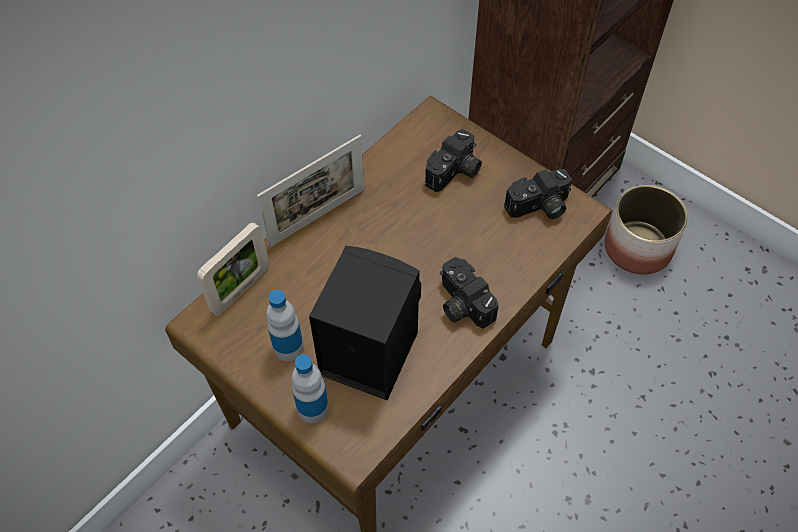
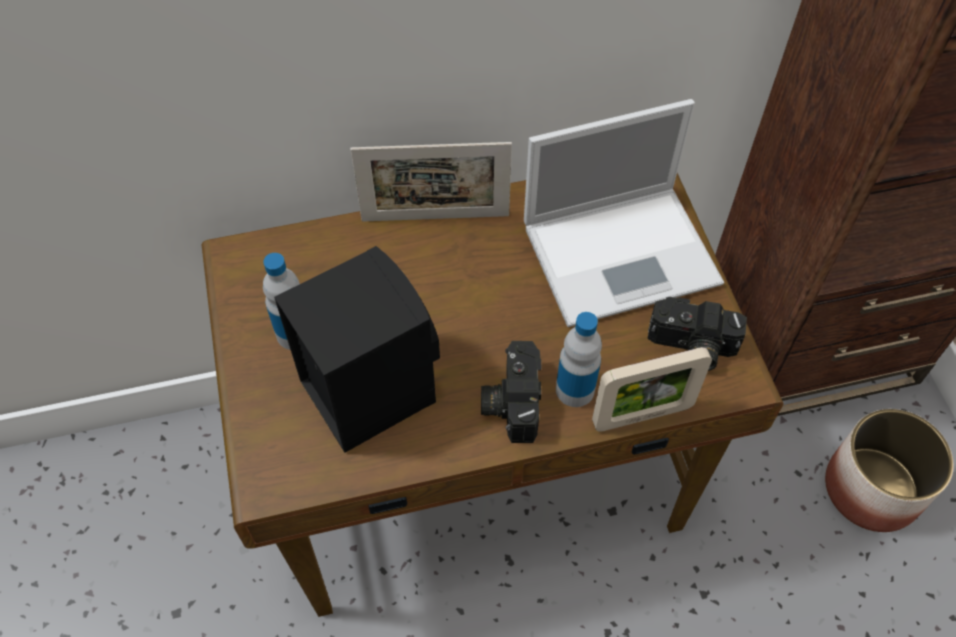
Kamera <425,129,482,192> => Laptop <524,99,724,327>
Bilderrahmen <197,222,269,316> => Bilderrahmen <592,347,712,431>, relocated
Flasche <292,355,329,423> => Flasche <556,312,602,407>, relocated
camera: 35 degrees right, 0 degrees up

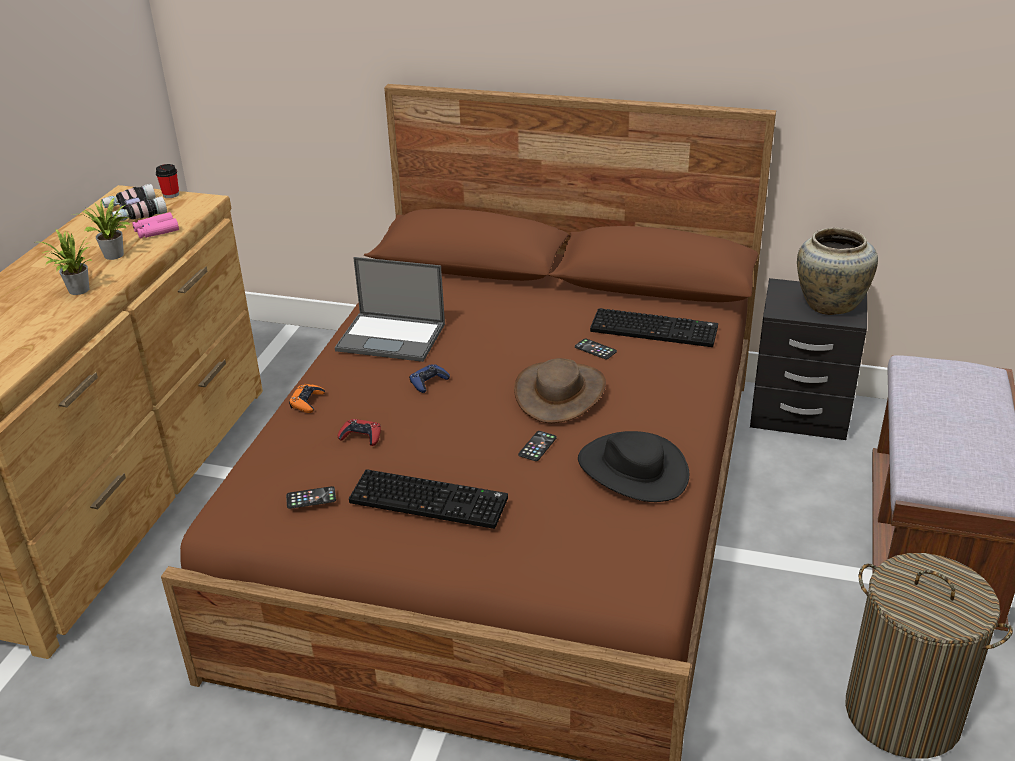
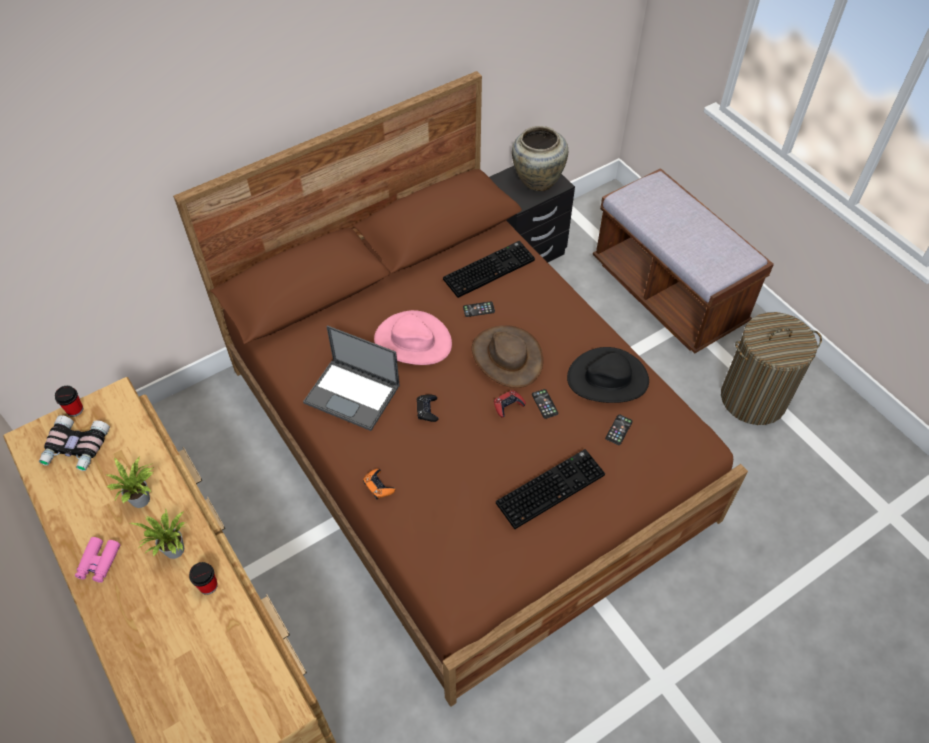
Fernglas (rosa) <132,212,179,239> => Fernglas (rosa) <75,537,120,583>, relocated
Laptop <335,257,445,362> => Laptop <303,325,400,431>, 60 degrees clockwise
Gamepad (blau) <409,364,450,393> => Gamepad (schwarz) <417,394,439,422>
Gamepad (rot) <338,419,381,446> => Gamepad (rot) <494,390,526,417>, relocated
Handy <286,486,336,509> => Handy <605,414,633,445>, relocated
nothing => Hut (rosa) <374,310,452,365>
nothing => Tasse <189,562,218,595>
camera: 50 degrees left, 20 degrees up

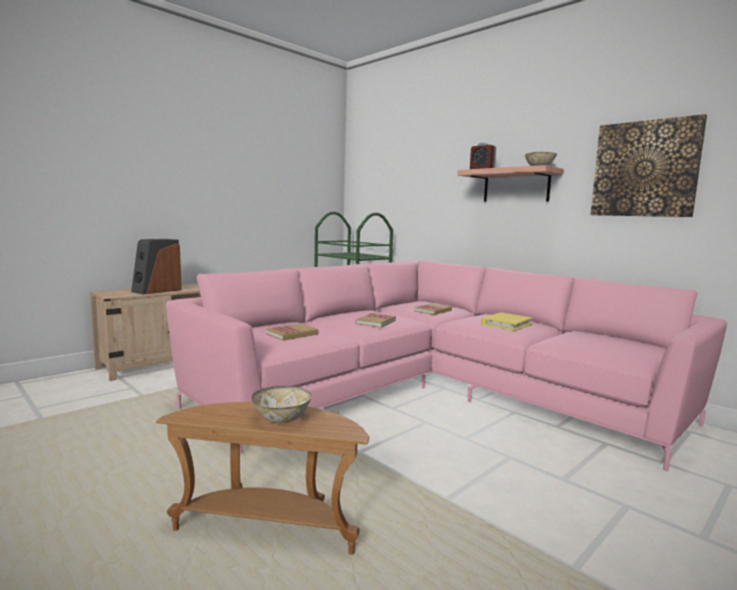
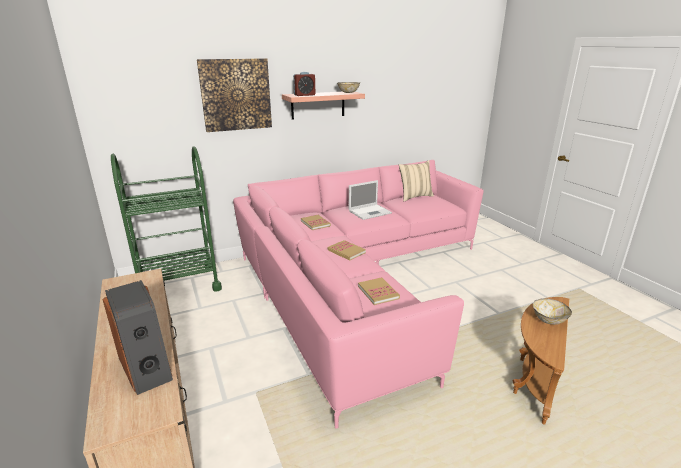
Bild <591,114,707,217> => Bild <197,58,272,132>, relocated
Buch (gelb) <481,312,533,331> => Laptop <349,180,392,220>
nothing => Kissen (beige) <399,160,434,202>
camera: 70 degrees left, 15 degrees up

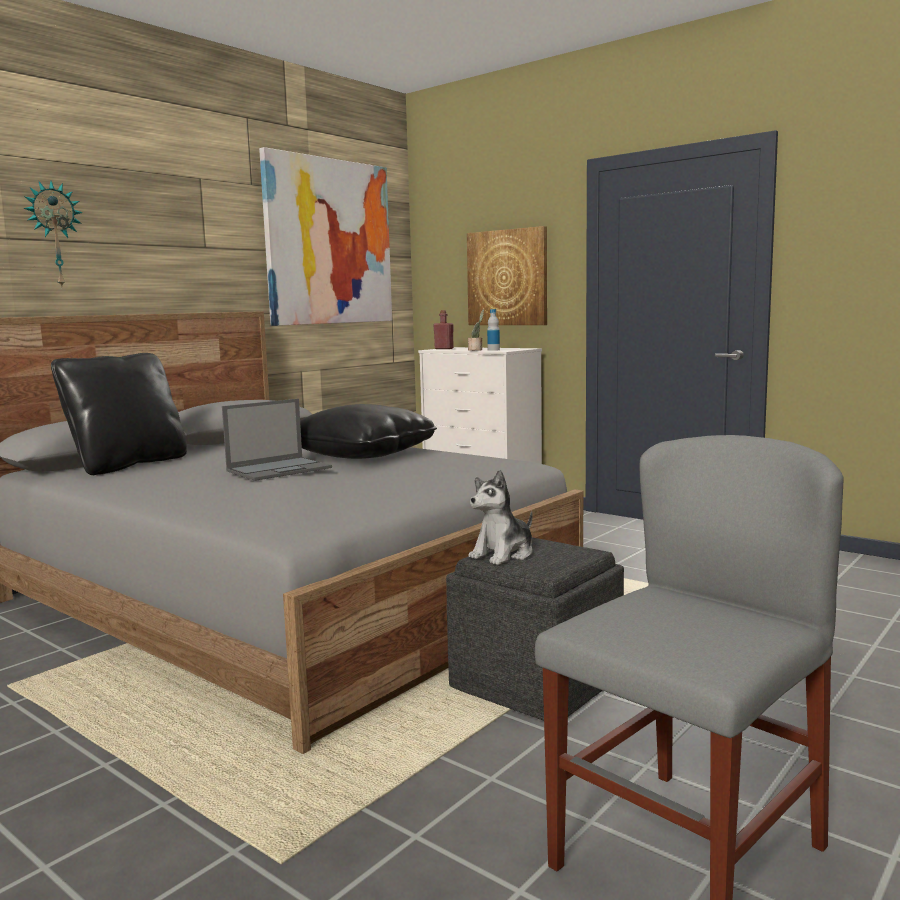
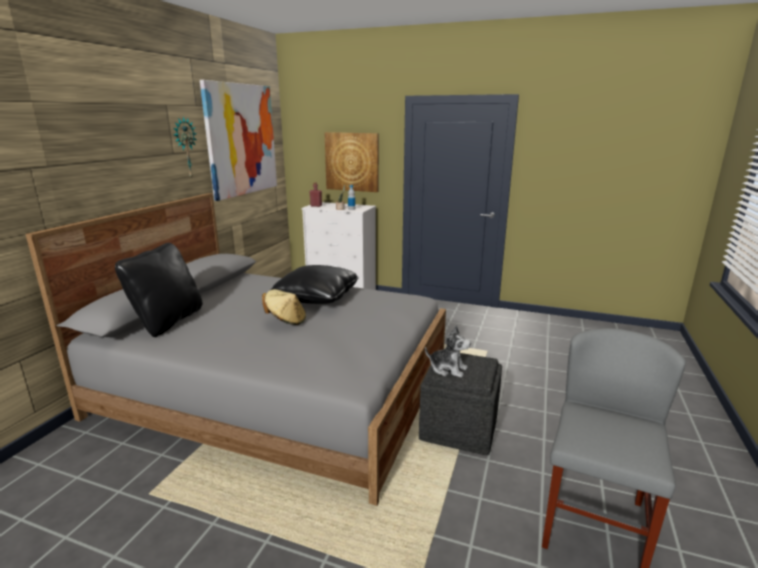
Wanduhr <24,181,82,289> => Wanduhr <173,117,197,179>, relocated
Laptop <222,399,332,481> => Hut (beige) <262,289,306,325>
Plüschtier <468,470,533,565> => Plüschtier <425,325,471,378>, 90 degrees counterclockwise
camera: 20 degrees left, 10 degrees up

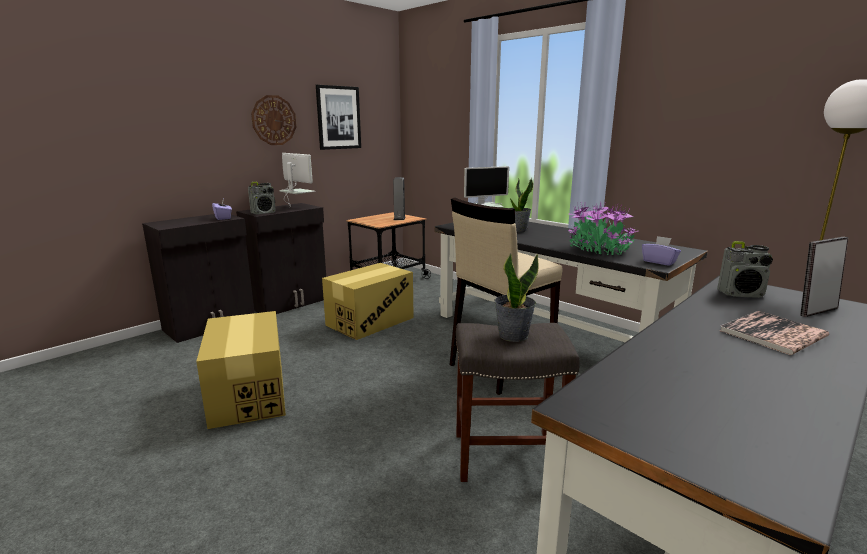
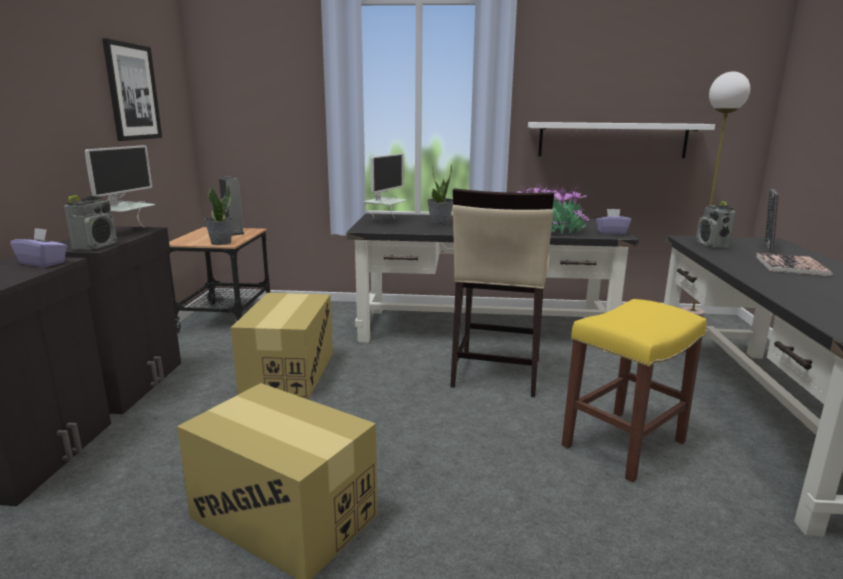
Wanduhr <251,95,296,145> => nothing
Monitor <279,153,315,208> => Monitor <85,145,155,228>, 105 degrees clockwise
Radio <717,241,773,298> => Radio <696,201,736,248>, 120 degrees clockwise
Topfpflanze <494,253,539,342> => Topfpflanze <204,185,233,245>, relocated
Hocker (grau) <456,323,580,482> => Hocker (gelb) <562,299,706,483>
nothing => Wandregal (weiß) <528,122,715,158>
camera: 40 degrees left, 0 degrees up

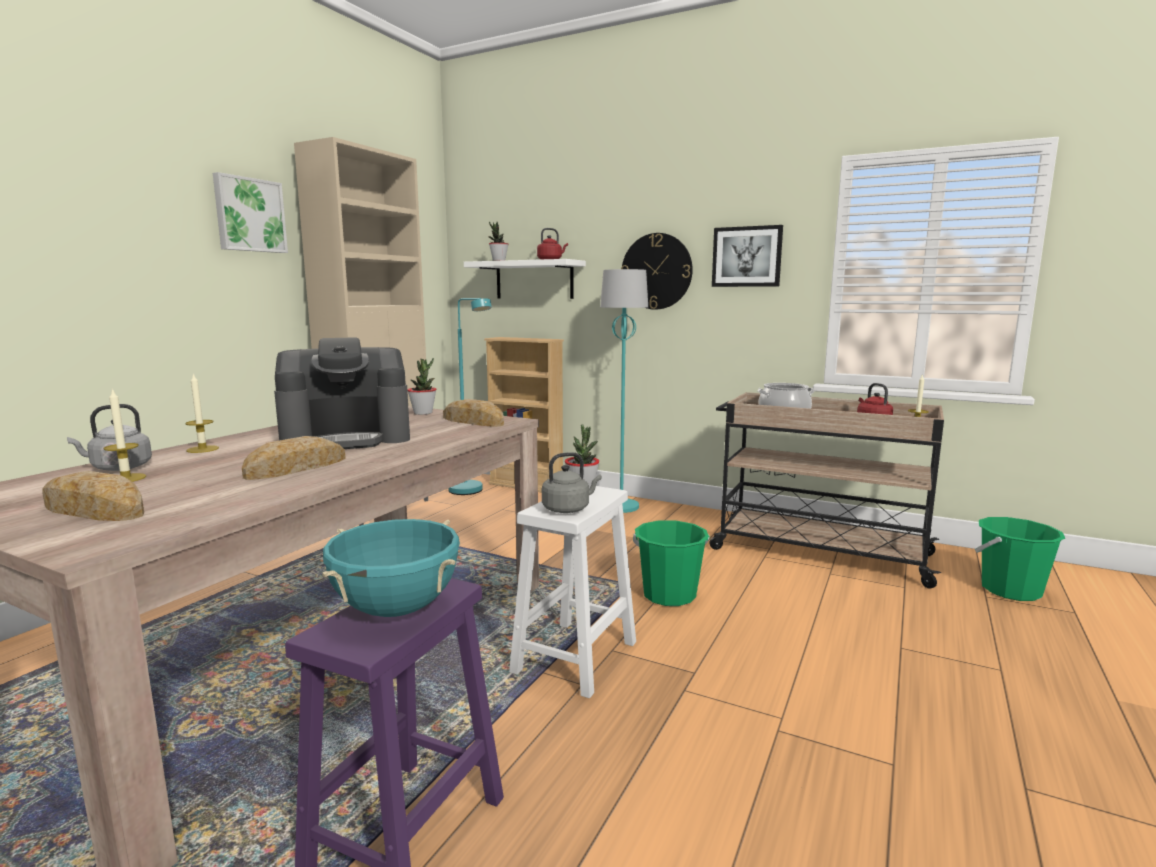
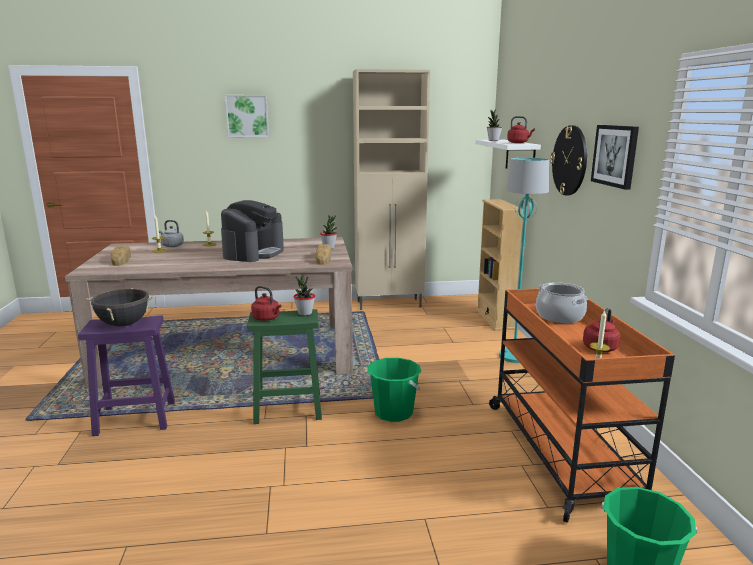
Bild <213,172,288,253> => Bild <225,95,269,137>, relocated
Stehlampe (türkis) <448,298,492,495> => nothing
Kaffeemaschine <274,337,410,449> => Kaffeemaschine <221,200,284,262>, 105 degrees counterclockwise
Rollwagen (beige) <709,392,944,589> => Rollwagen (orange) <489,288,675,523>
Brot <242,436,346,480> => nothing
Wasserkessel (grau) <542,452,602,513> => Wasserkessel (rot) <251,286,281,321>
Hocker (weiß) <509,486,636,699> => Hocker (grün) <247,309,322,424>
Kochtopf (türkis) <322,519,460,617> => Kochtopf (schwarz) <86,288,154,326>
camera: 55 degrees right, 5 degrees up

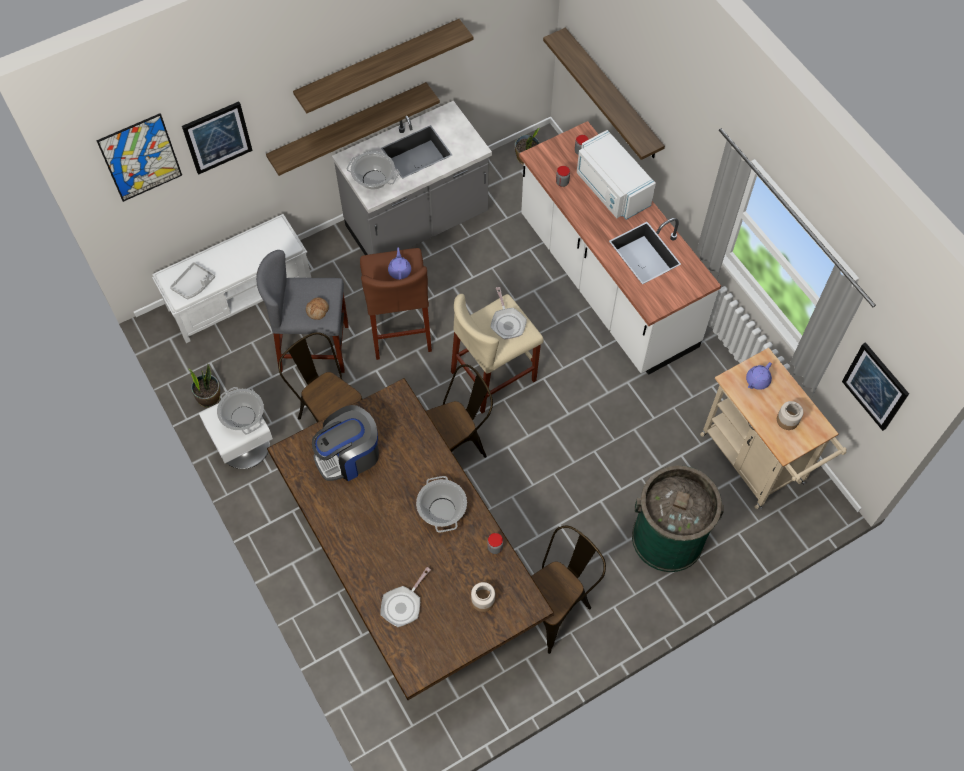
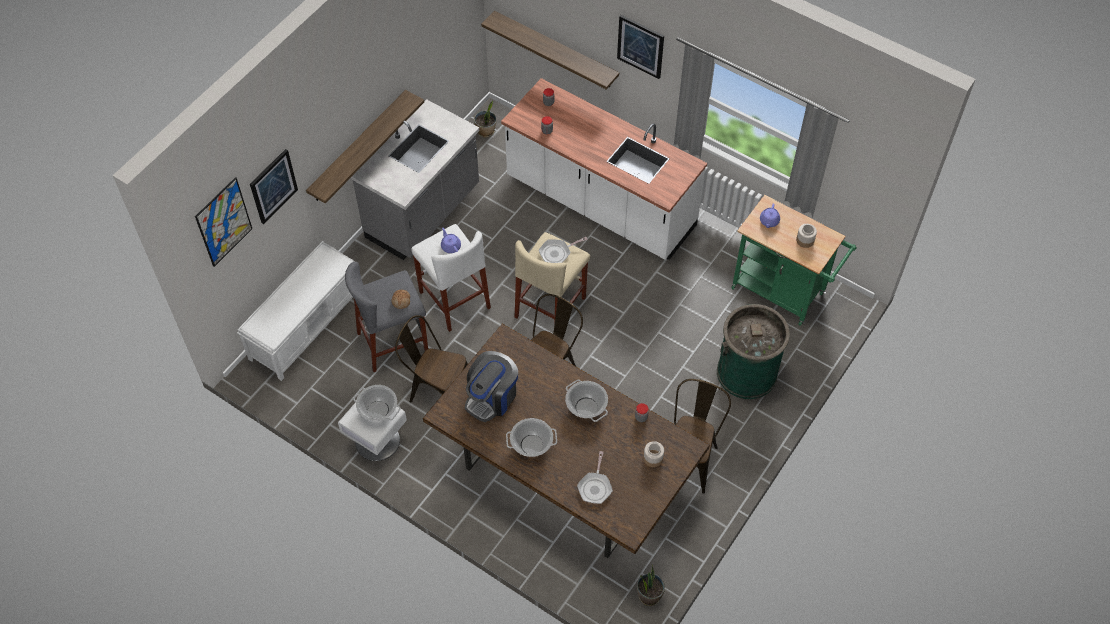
Wandregal <293,19,473,113> => nothing
Mikrowelle (weiß) <577,130,656,220> => nothing
Kochtopf <347,151,399,190> => Kochtopf <506,418,557,457>, relocated
Hocker (braun) <360,248,432,360> => Hocker (weiß) <411,224,491,332>
Tablett (grau) <170,262,215,300> => nothing
Pfanne <491,287,527,340> => Pfanne <539,237,588,263>, 105 degrees clockwise
Bild <842,342,909,431> => Bild <617,15,664,79>, relocated
Rollwagen (beige) <700,348,847,509> => Rollwagen (grün) <731,195,856,326>
Topfpflanze <188,364,220,408> => Topfpflanze <637,566,665,606>, relocated
camera: 25 degrees left, 5 degrees down

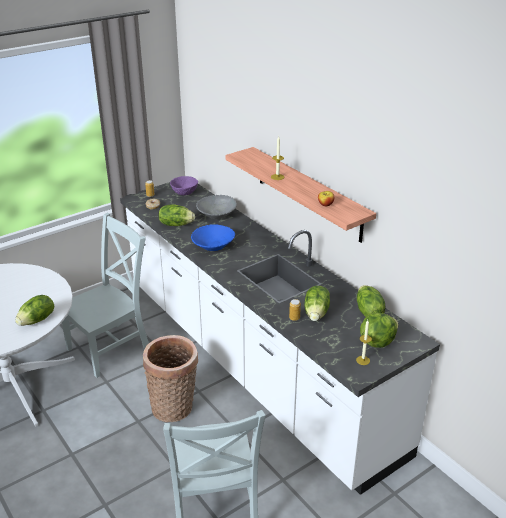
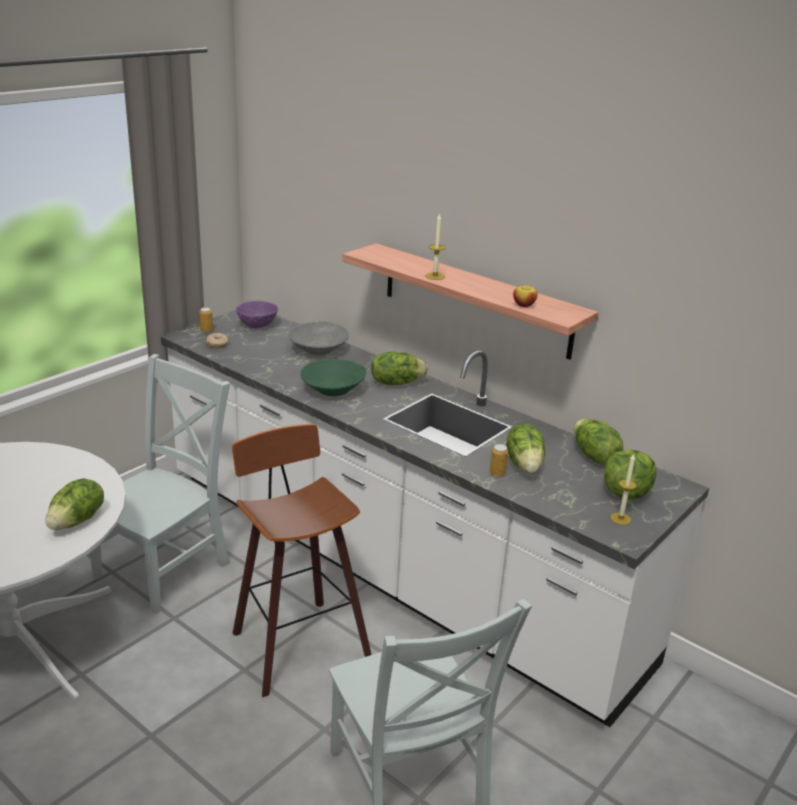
Salatkopf <158,204,195,226> => Salatkopf <371,351,428,385>, relocated
Schüssel (blau) <191,224,235,251> => Schüssel (grün) <300,359,366,396>
Korb <143,335,198,422> => Hocker <232,424,371,697>
camera: 15 degrees left, 5 degrees down

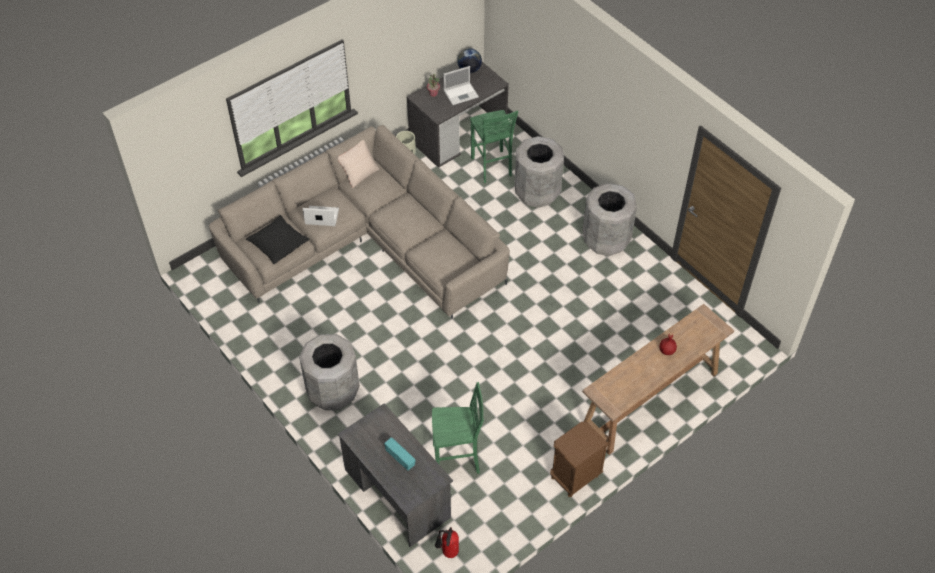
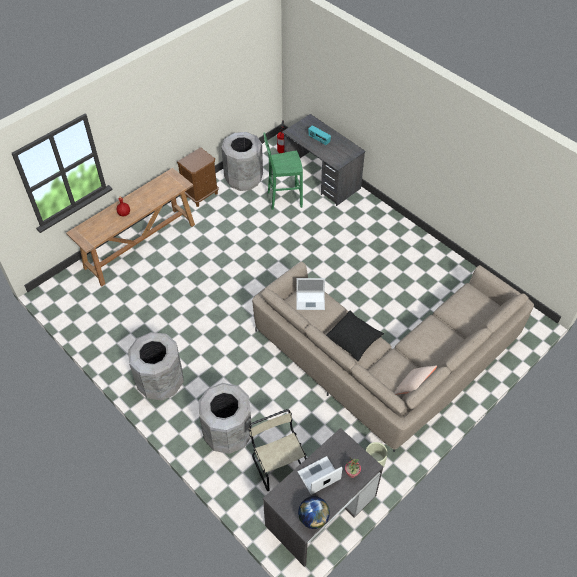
Hocker (grün) <470,110,518,183> => Stuhl (beige) <248,409,307,491>
Laptop <303,206,339,226> => Laptop <296,278,325,310>, relocated
Kissen (schwarz) <246,215,310,264> => Kissen (schwarz) <326,311,384,361>, relocated
Mülleimer (grau) <299,334,360,410> => Mülleimer (grau) <221,132,263,191>, relocated
camera: 175 degrees right, 0 degrees up

